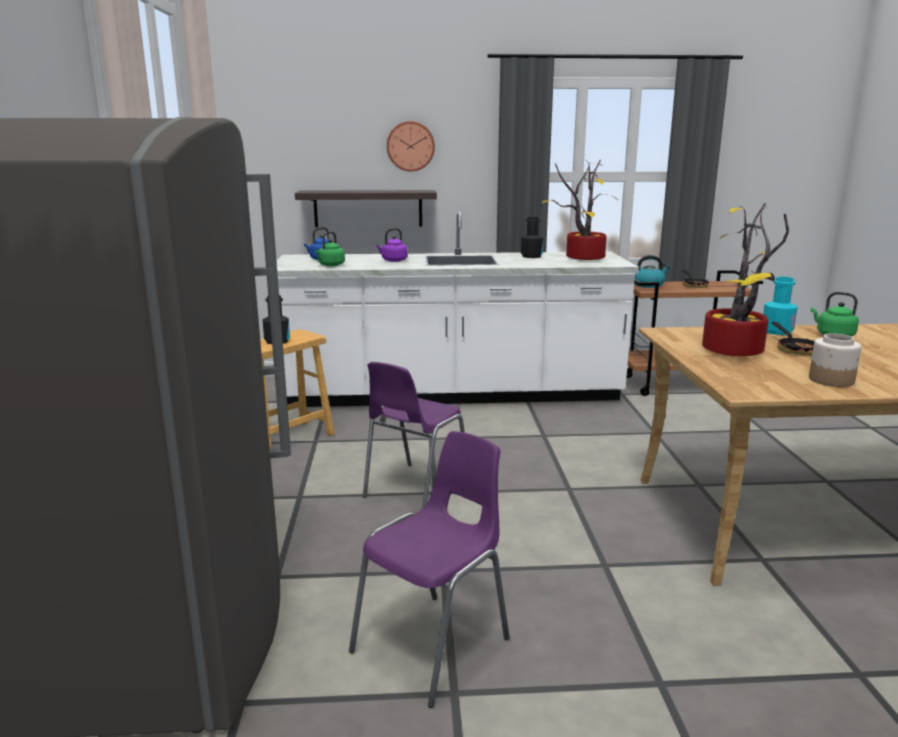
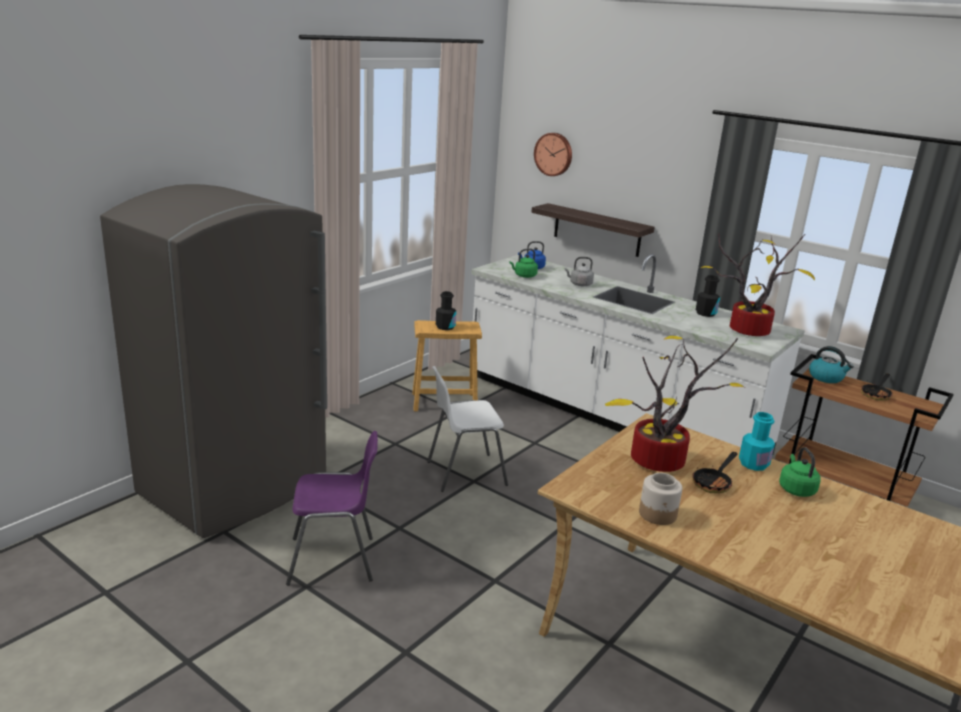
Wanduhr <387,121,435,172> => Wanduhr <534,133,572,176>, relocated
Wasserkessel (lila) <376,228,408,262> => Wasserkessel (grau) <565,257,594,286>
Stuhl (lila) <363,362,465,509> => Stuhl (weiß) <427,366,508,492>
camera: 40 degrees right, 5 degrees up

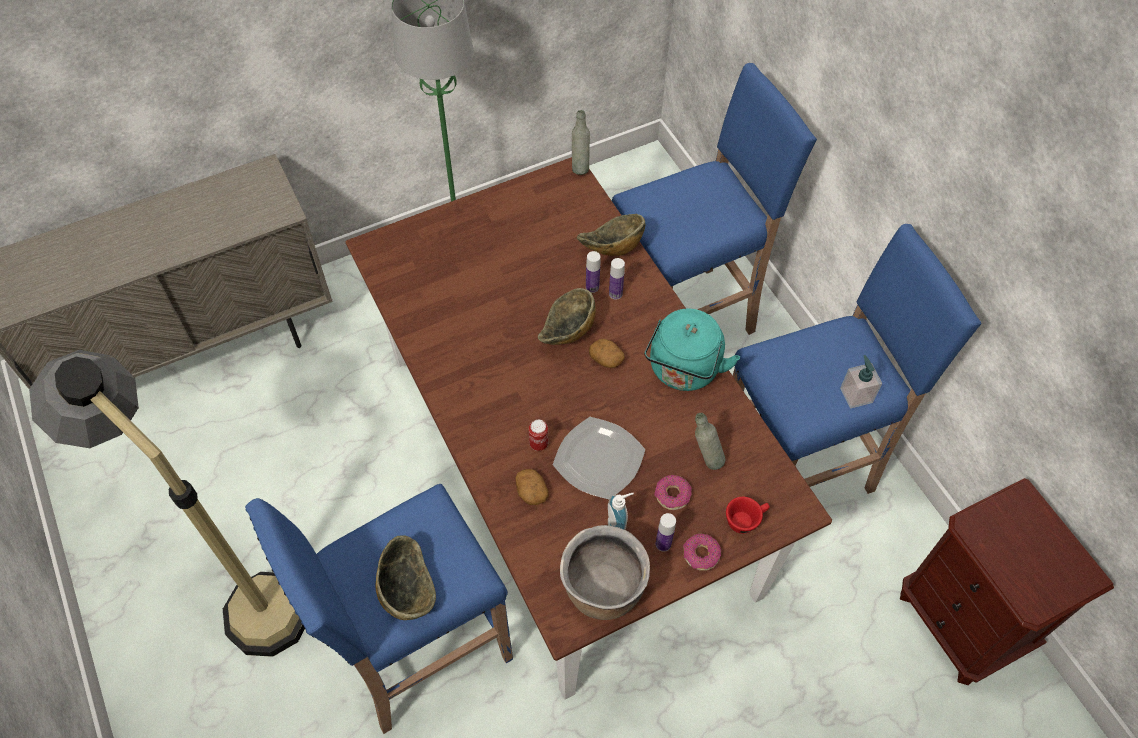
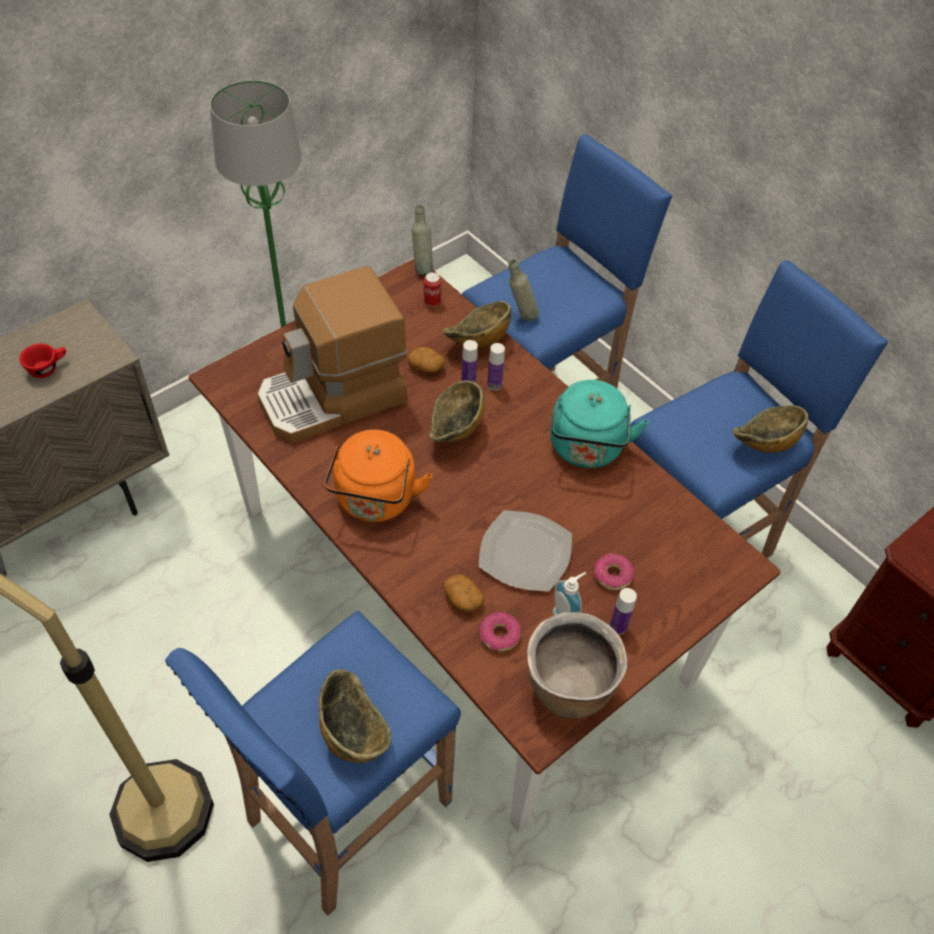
Kartoffel <589,339,625,368> => Kartoffel <408,347,445,373>, relocated
Seifenspender <840,355,882,409> => Schüssel <732,405,808,453>
Flasche (grau) <695,413,725,470> => Flasche (grau) <508,259,539,322>, relocated
Dose <529,420,548,451> => Dose <424,272,442,306>, relocated
Tasse (rot) <726,497,770,534> => Tasse (rot) <19,343,66,378>, relocated
Donut <683,534,721,571> => Donut <479,612,521,651>, relocated
nothing => Kaffeemaschine <257,266,407,443>
nothing => Wasserkessel (orange) <324,430,432,522>
camera: 15 degrees left, 5 degrees down

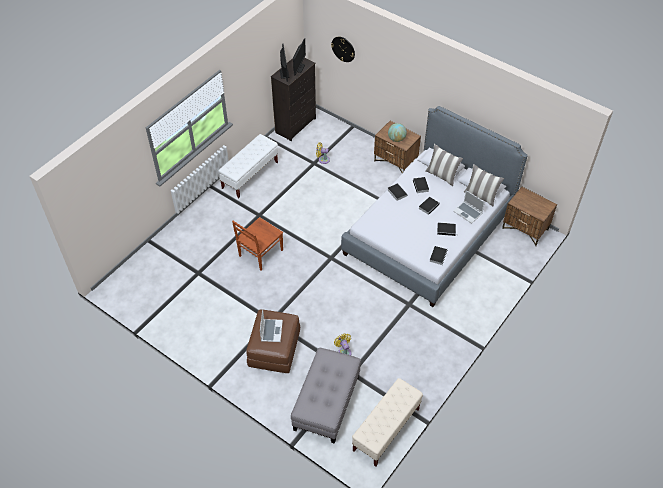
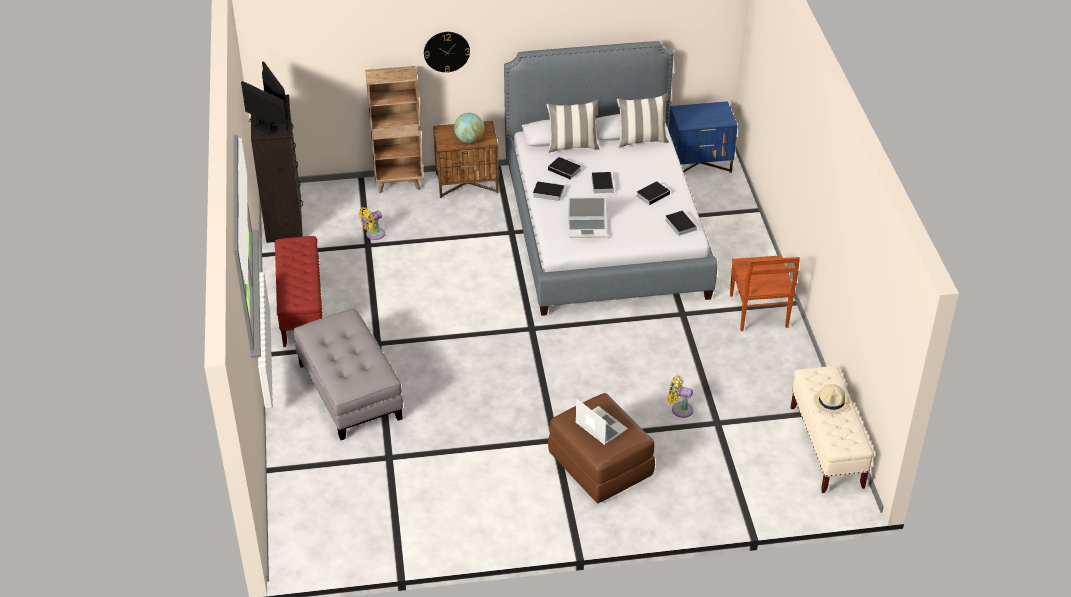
Wanduhr <331,36,355,62> => Wanduhr <424,32,470,73>, relocated
Bank (weiß) <218,134,278,198> => Bank (rot) <275,236,323,347>
Nachttisch (braun) <502,187,557,246> => Nachttisch (blau) <669,101,738,173>
Laptop <453,190,485,224> => Laptop <568,197,606,238>, relocated
Stuhl (braun) <232,217,283,271> => Stuhl (braun) <730,255,800,331>, relocated
Polsterhocker (grau) <291,348,361,444> => Polsterhocker (grau) <294,308,403,440>, relocated
nothing => Bücherregal (braun) <365,66,423,194>
nothing => Hut (beige) <814,384,850,414>
camera: 45 degrees left, 10 degrees down

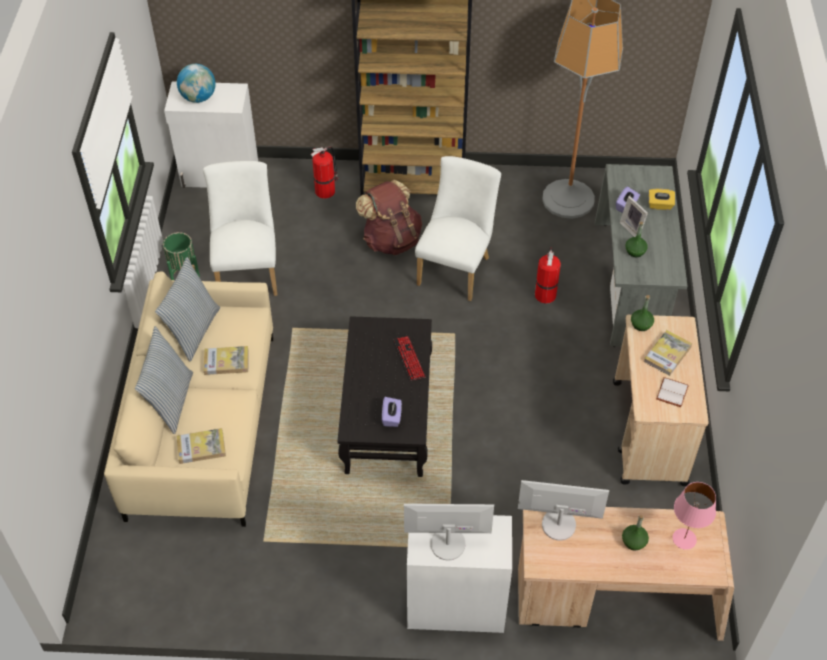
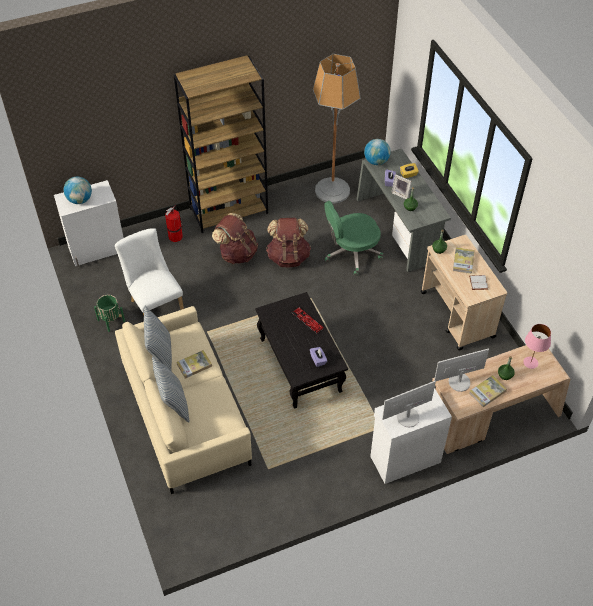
Stuhl (weiß) <415,156,501,301> => Rucksack (braun) <266,218,311,267>
Feuerlöscher <535,247,561,304> => Bürostuhl (grün) <324,201,383,276>
Buch <176,428,226,464> => Buch <469,375,507,407>, relocated
nothing => Globus <364,139,391,165>
camera: 25 degrees left, 0 degrees up

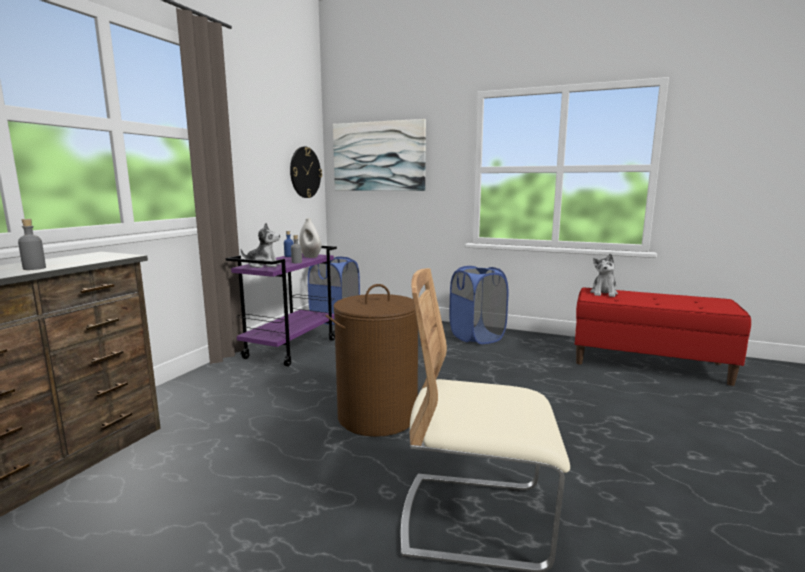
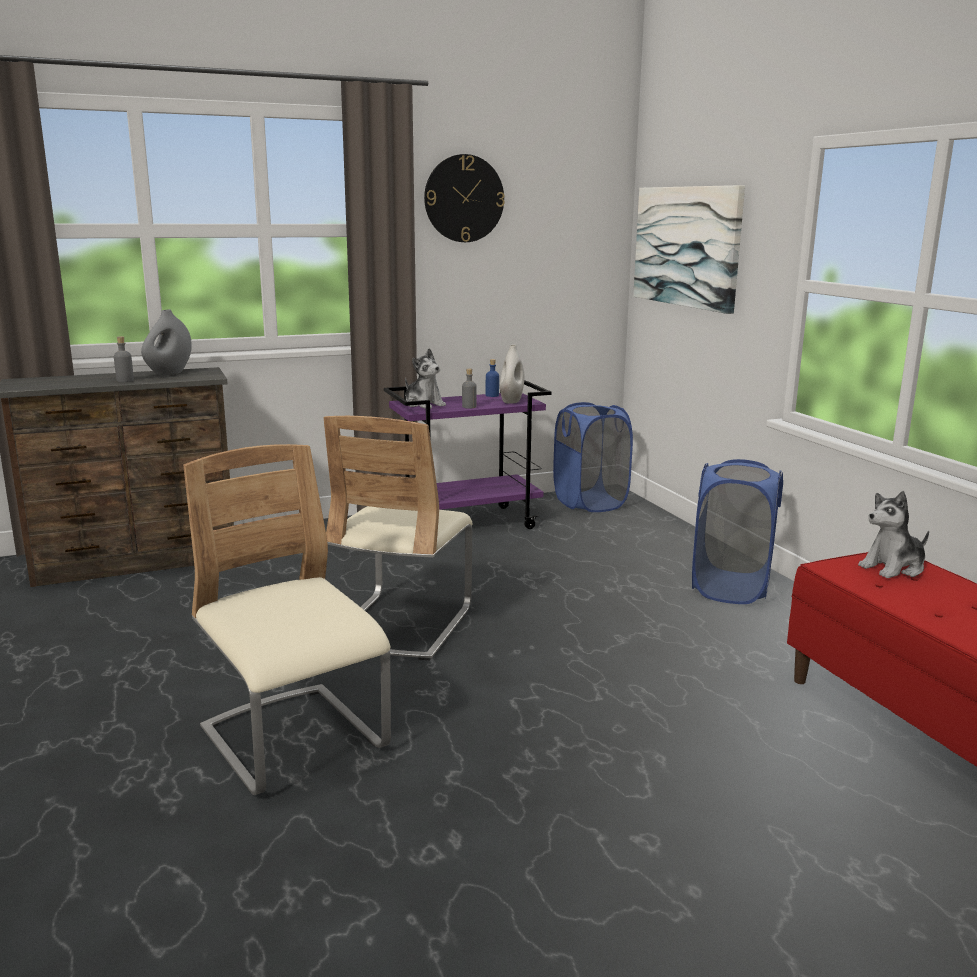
Wanduhr <290,147,322,198> => Wanduhr <424,154,505,242>, relocated
Wäschekorb (braun) <326,284,418,437> => Stuhl (beige) <323,416,473,660>
nothing => Vase (grau) <141,309,192,376>
camera: 45 degrees right, 5 degrees up

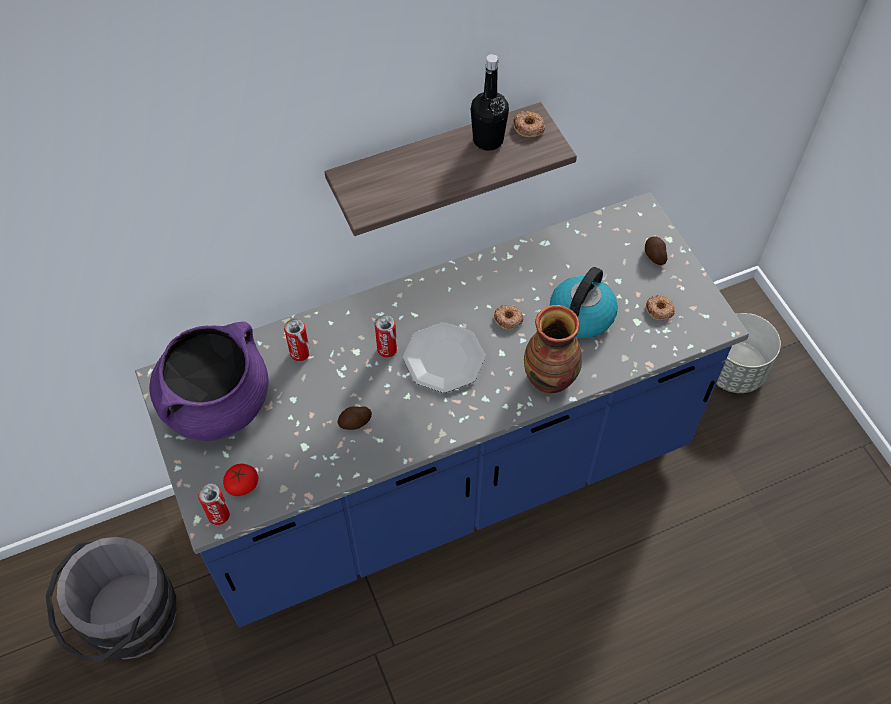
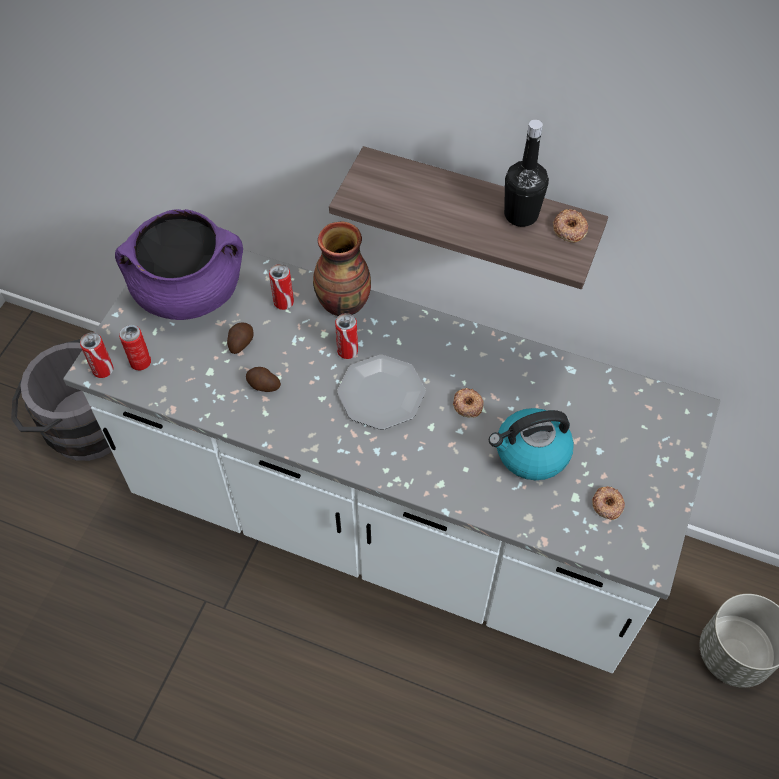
Küchenzeile (blau) <135,192,749,628> => Küchenzeile (weiß) <63,250,720,673>
Kartoffel <645,236,667,265> => Kartoffel <227,323,254,354>, relocated
Vase <524,305,582,393> => Vase <313,221,371,316>, relocated
Tomate <223,464,258,496> => Dose <119,325,151,370>
camera: 45 degrees right, 0 degrees up

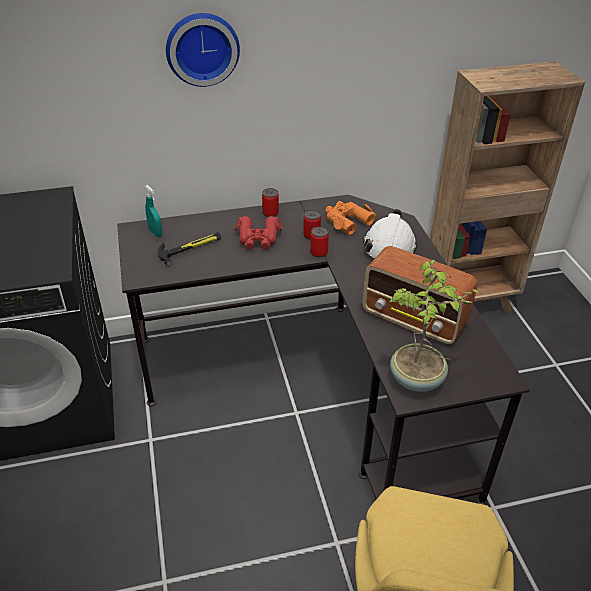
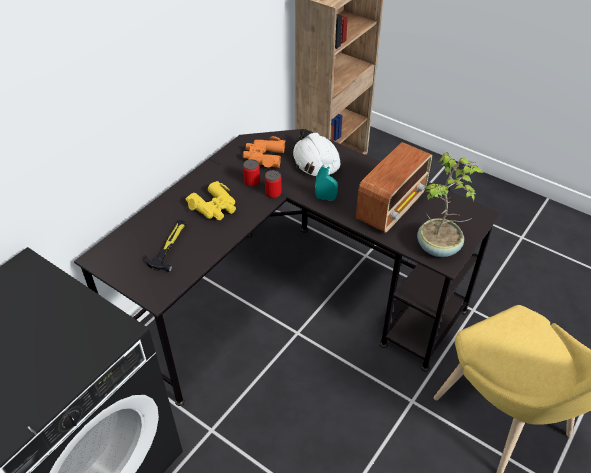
Wanduhr <166,13,240,87> => nothing
Sprühflasche (türkis) <144,185,162,237> => Sprühflasche (türkis) <315,157,338,201>, relocated
Dose <262,188,279,217> => nothing
Fernglas (rot) <234,216,283,250> => Fernglas (gelb) <186,181,236,220>
Radio <362,246,477,344> => Radio <356,142,432,233>, 45 degrees counterclockwise
camera: 40 degrees left, 5 degrees up

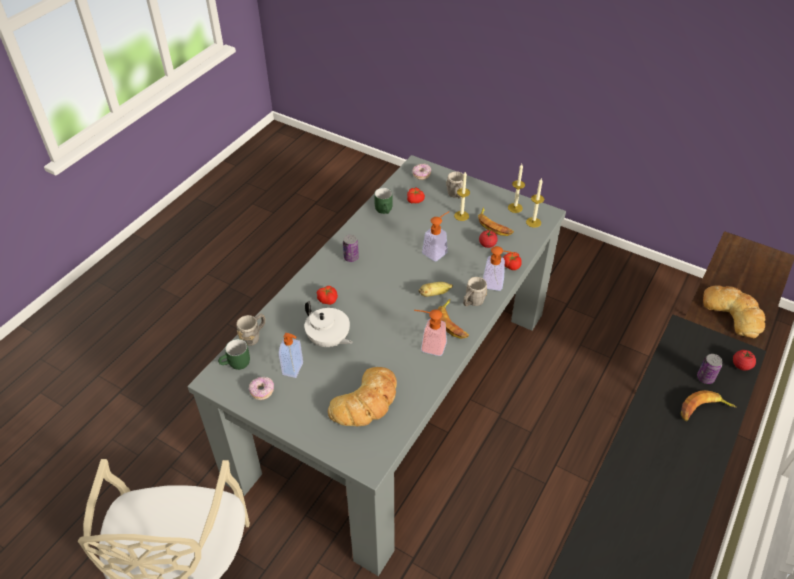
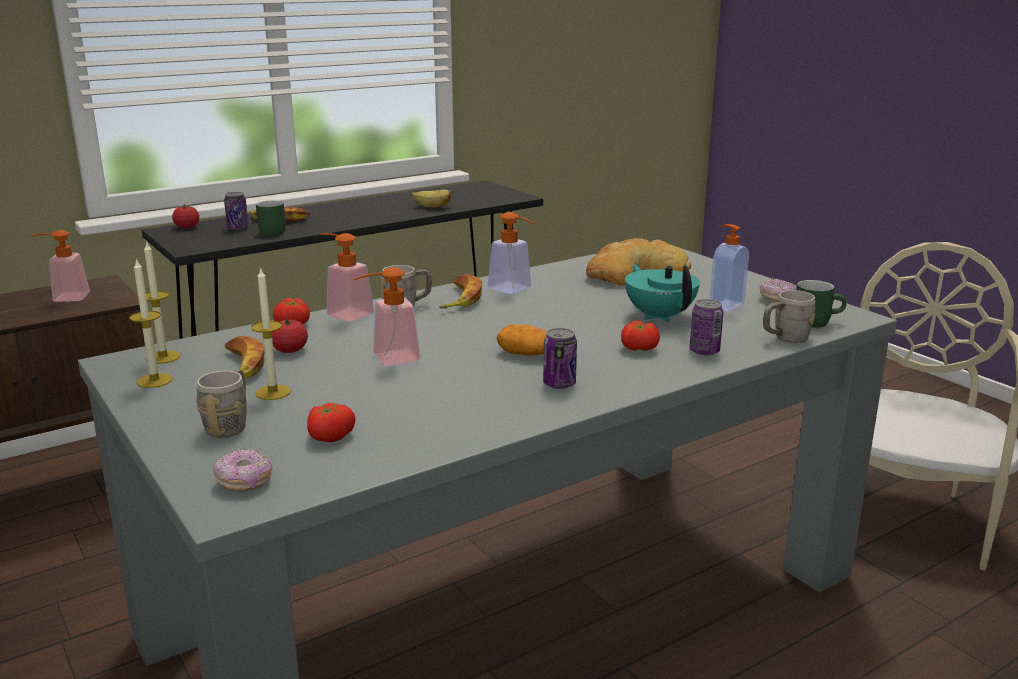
Henkelbecher (grün) <374,188,393,214> => Henkelbecher (grün) <256,200,286,236>, relocated
Banane <419,282,453,297> => Banane <412,189,454,207>, relocated
Brot <703,285,765,338> => Seifenspender <31,230,90,302>
Teekanne (weiß) <305,301,353,347> => Teekanne (türkis) <625,264,700,323>
nothing => Dose <690,299,723,355>
nothing => Kartoffel <496,324,547,356>
camera: 155 degrees left, 25 degrees down

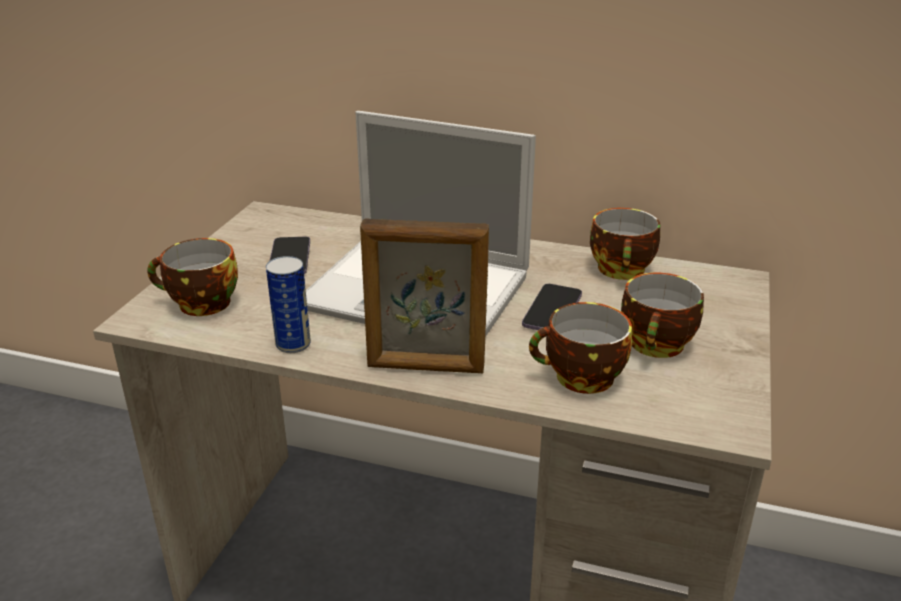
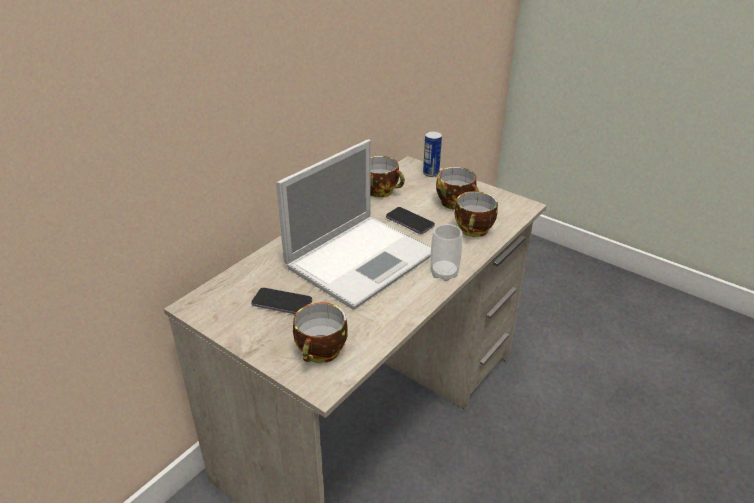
Bilderrahmen <360,218,489,373> => Tasse <430,224,462,281>
Dose <266,256,311,353> => Dose <423,131,442,177>, relocated
camera: 70 degrees left, 5 degrees up

